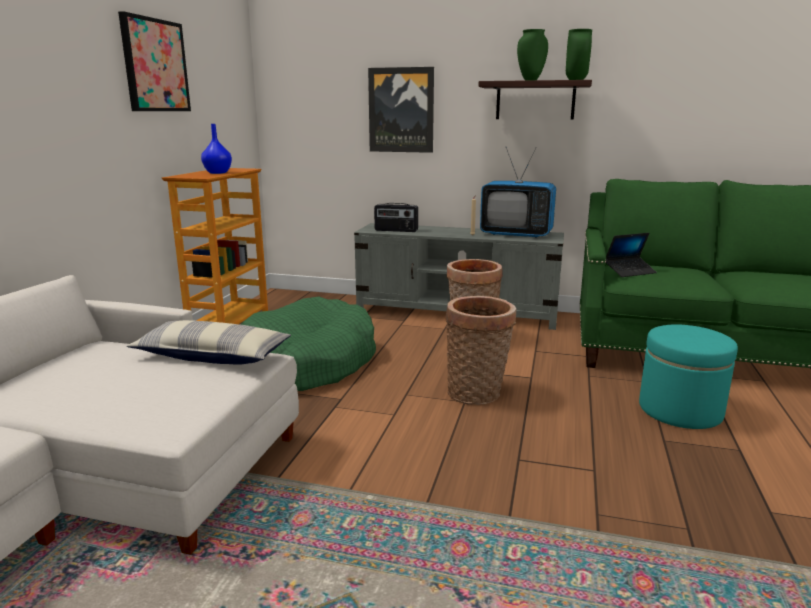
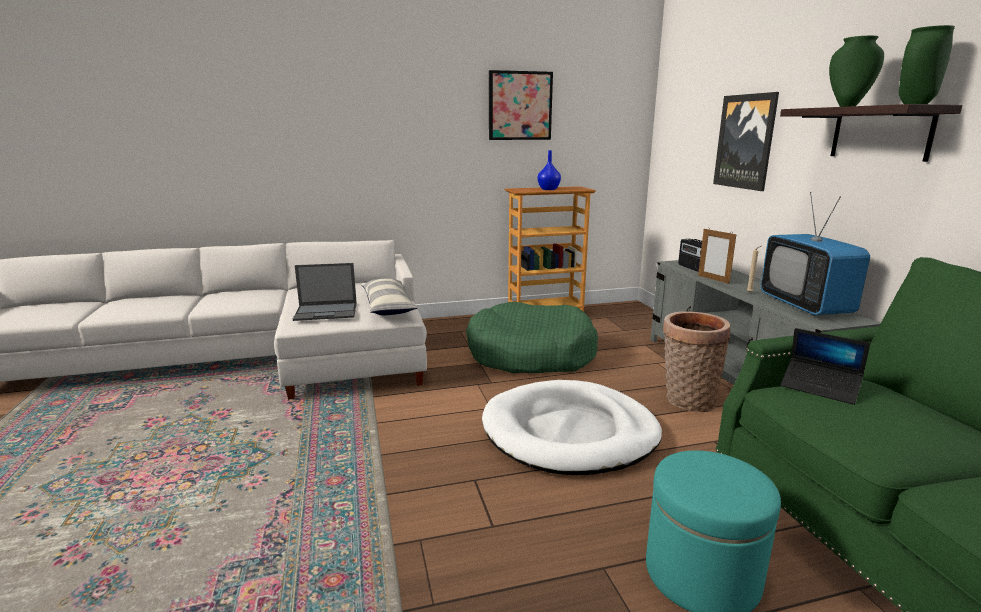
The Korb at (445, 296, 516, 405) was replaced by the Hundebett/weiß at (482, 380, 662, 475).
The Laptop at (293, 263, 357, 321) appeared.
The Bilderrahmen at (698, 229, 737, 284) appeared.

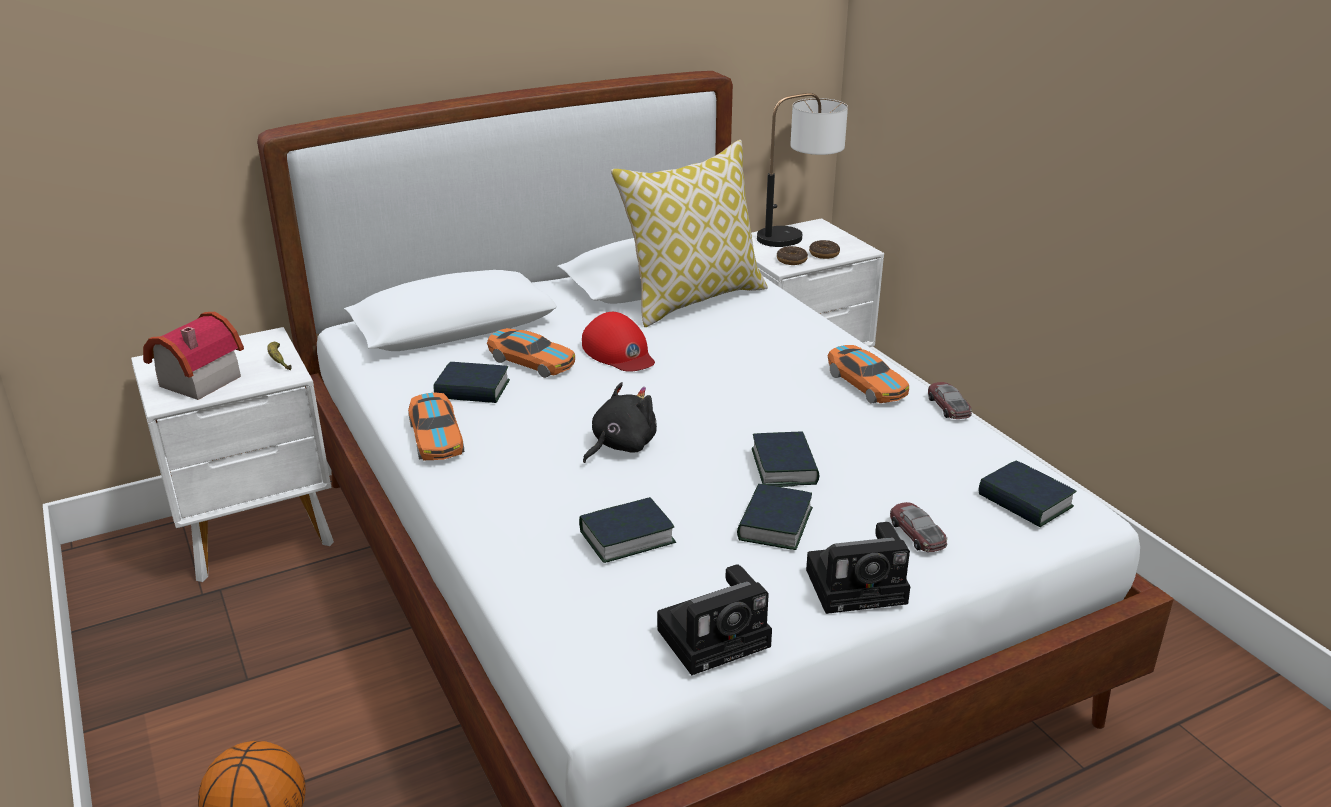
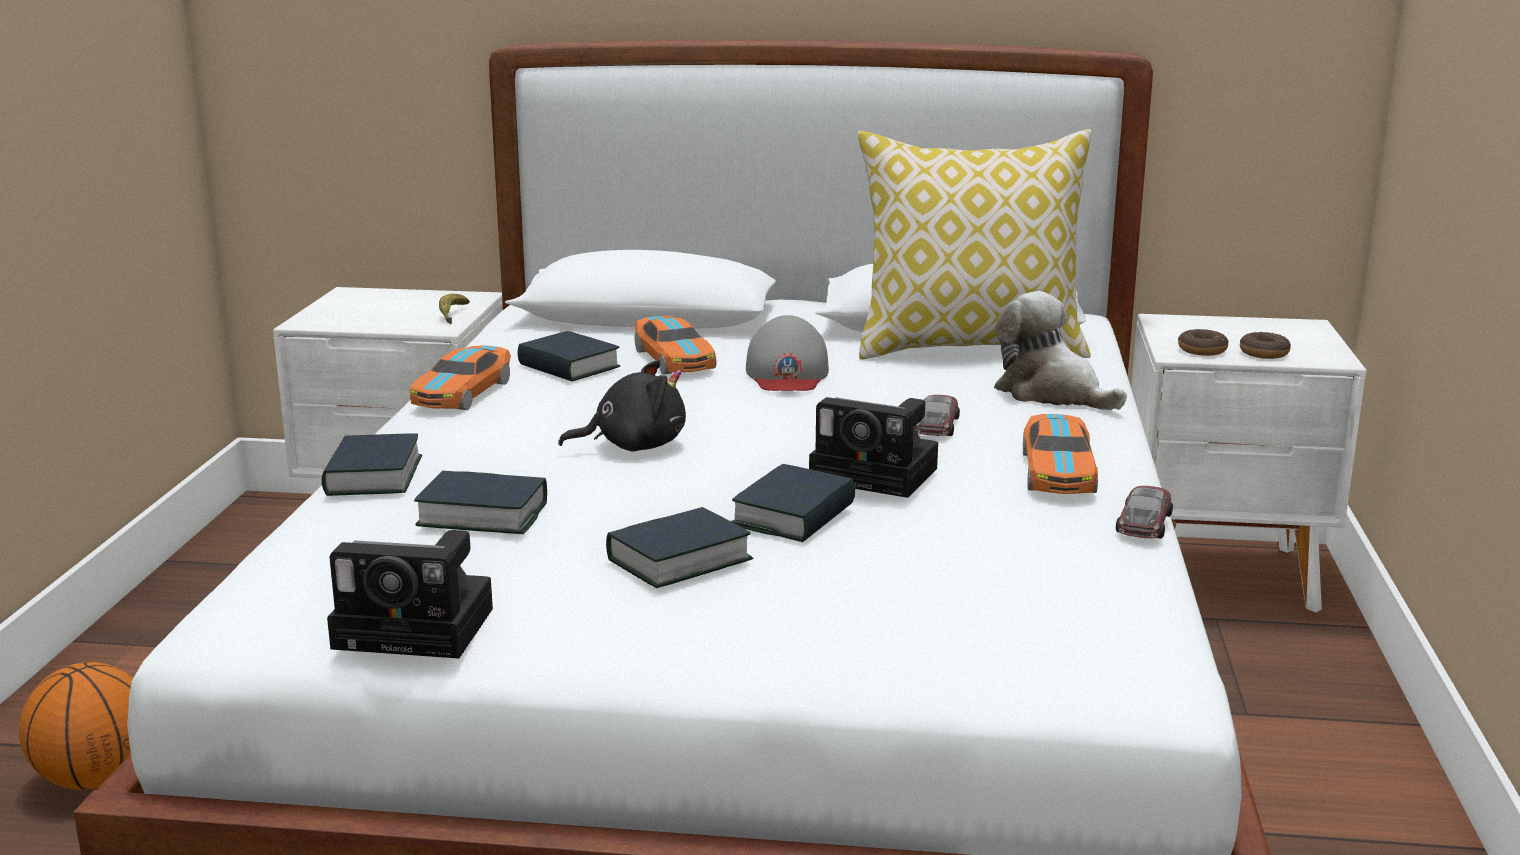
The Spielzeughaus at (143, 312, 244, 400) disappeared.
The Kappe/rot at (582, 312, 655, 372) became the Kappe/grau at (746, 315, 829, 391).
The Tischlampe at (757, 93, 848, 247) disappeared.
The Kamera moved from (806, 522, 910, 614) to (809, 397, 938, 498).
The Spielzeugauto moved from (890, 502, 948, 552) to (915, 395, 960, 436).
The Buch moved from (979, 461, 1077, 527) to (322, 434, 422, 496).
The Plüschtier at (994, 291, 1127, 410) appeared.

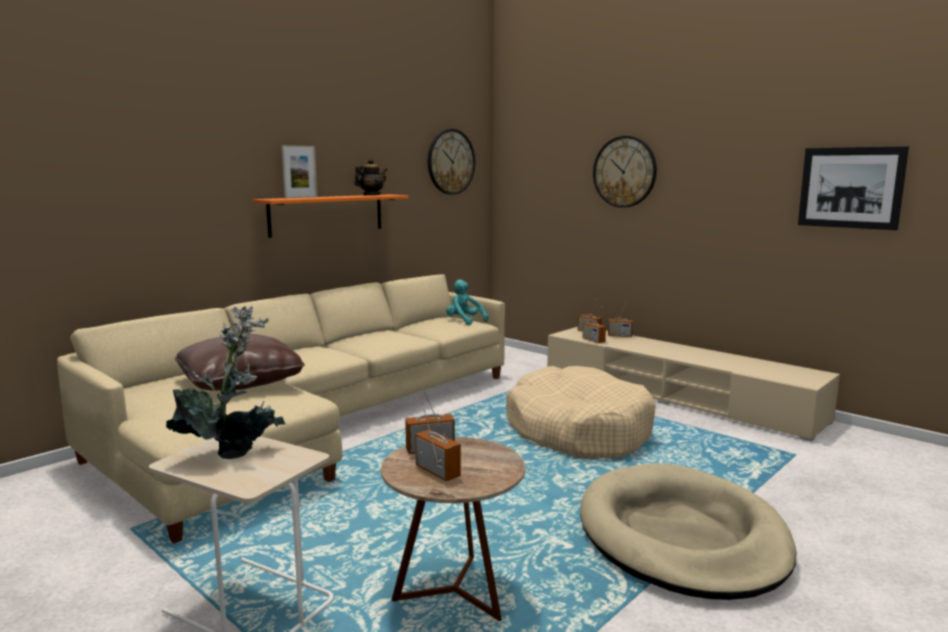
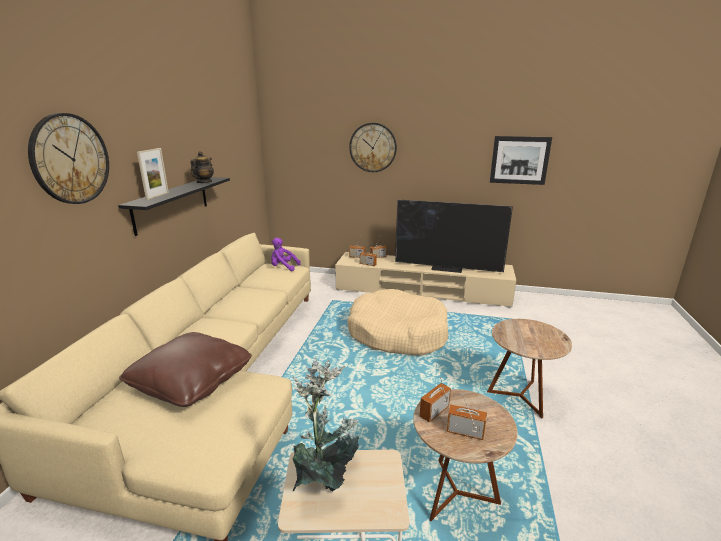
The Wandregal/orange at (253, 195, 409, 238) became the Wandregal/schwarz at (118, 177, 230, 236).
The Wanduhr moved from (428, 129, 475, 195) to (28, 113, 109, 204).
The Plüschtier/türkis at (446, 279, 489, 325) became the Plüschtier/lila at (271, 238, 301, 271).
The Hundebett/beige at (580, 463, 796, 600) was replaced by the Beistelltisch/braun at (487, 319, 572, 419).
The Fernseher at (395, 199, 513, 273) appeared.

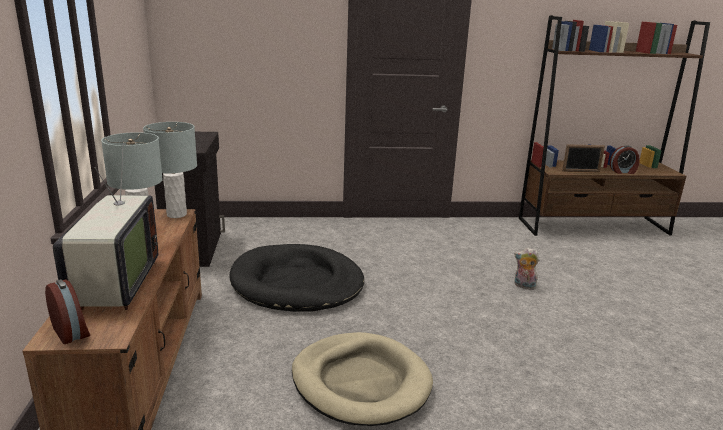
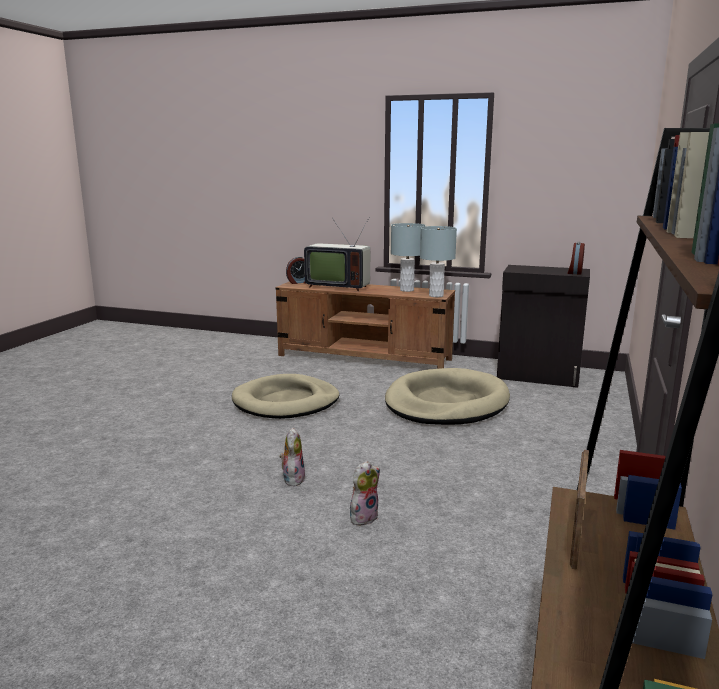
The Hundebett/schwarz at (229, 244, 364, 312) became the Hundebett/beige at (385, 368, 510, 425).
The Wecker moved from (610, 145, 640, 174) to (567, 242, 585, 275).
The Plüschtier at (279, 428, 305, 487) appeared.

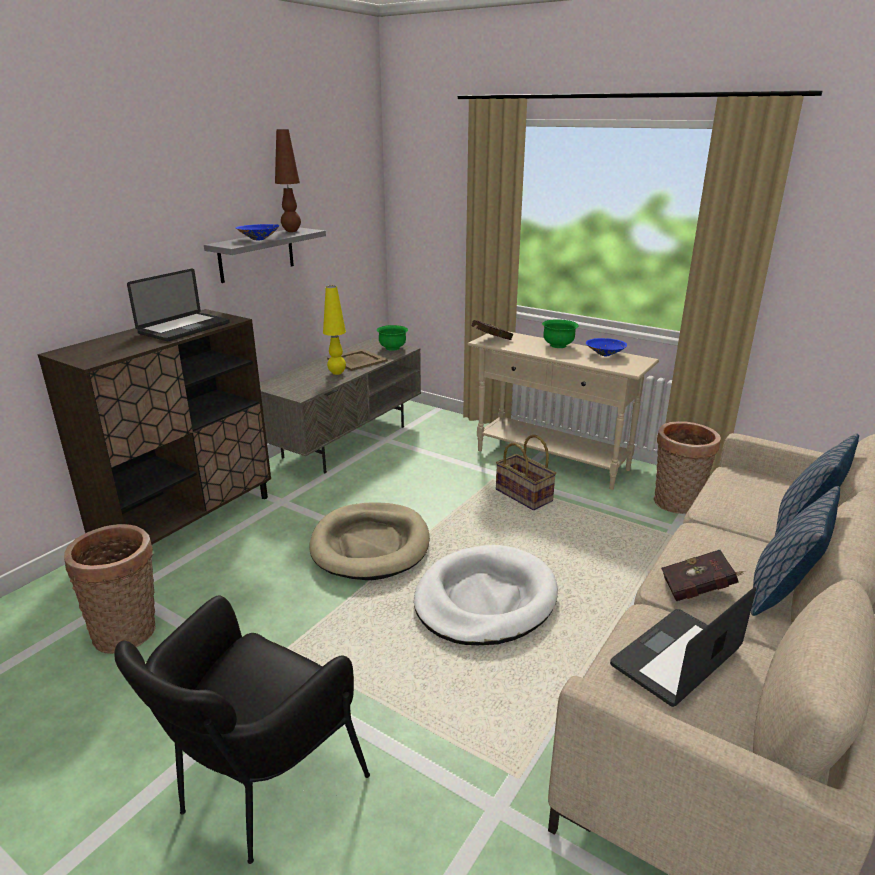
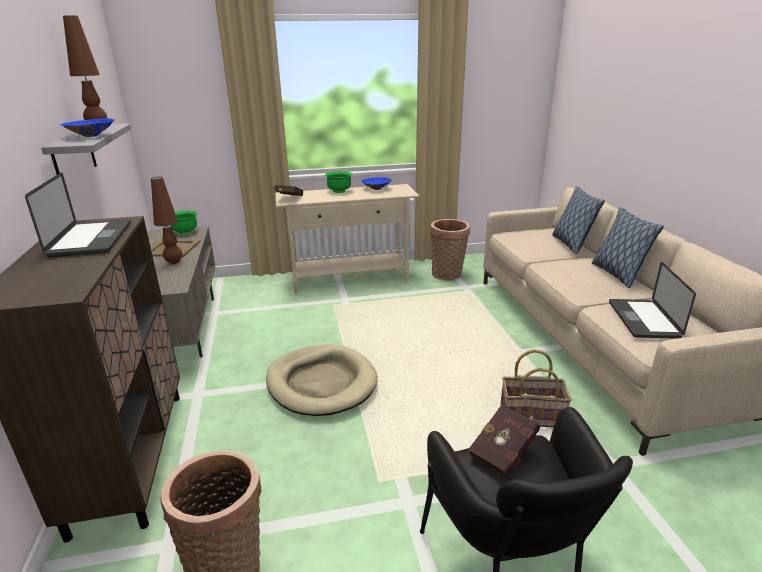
The Tischlampe/gelb at (323, 286, 346, 375) became the Tischlampe/braun at (151, 177, 182, 264).
The Hundebett/weiß at (414, 545, 558, 645) disappeared.
The Korb moved from (496, 435, 556, 510) to (500, 349, 572, 427).
The Buch/rot moved from (661, 550, 745, 601) to (468, 405, 540, 478).

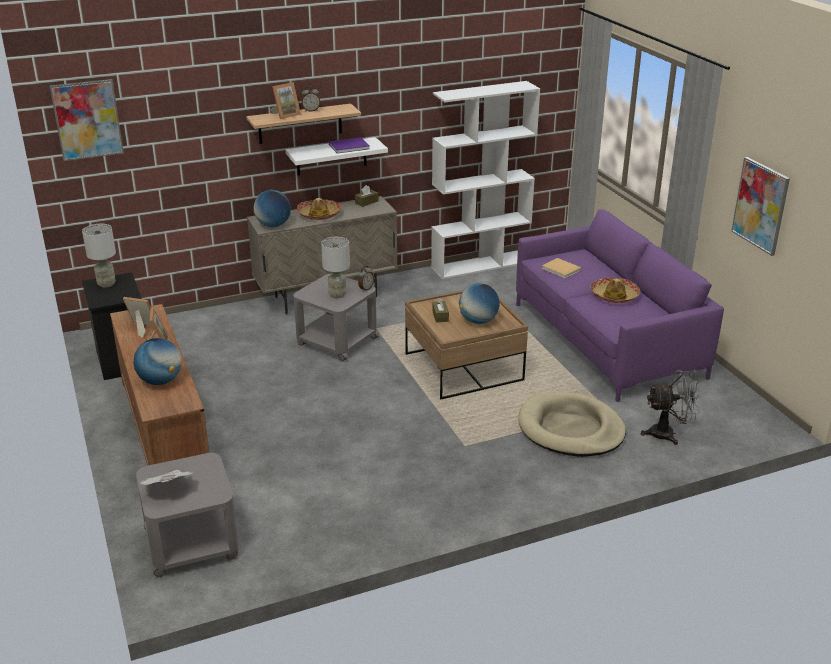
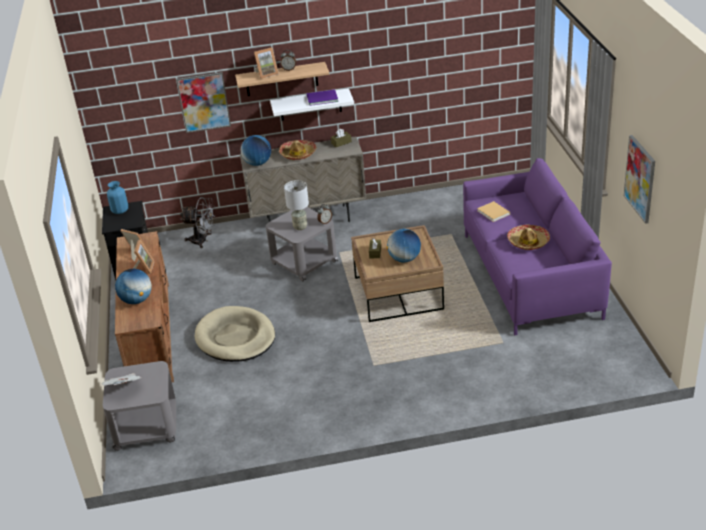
The Bild moved from (50, 79, 124, 161) to (176, 72, 231, 133).
The Tischlampe/grau at (82, 224, 116, 288) was replaced by the Vase/blau at (107, 181, 128, 214).
The Bücherregal/weiß at (431, 81, 540, 279) disappeared.
The Hundebett/beige moved from (518, 392, 626, 457) to (195, 306, 275, 362).
The Ventilator/grau moved from (641, 370, 701, 445) to (180, 197, 216, 248).

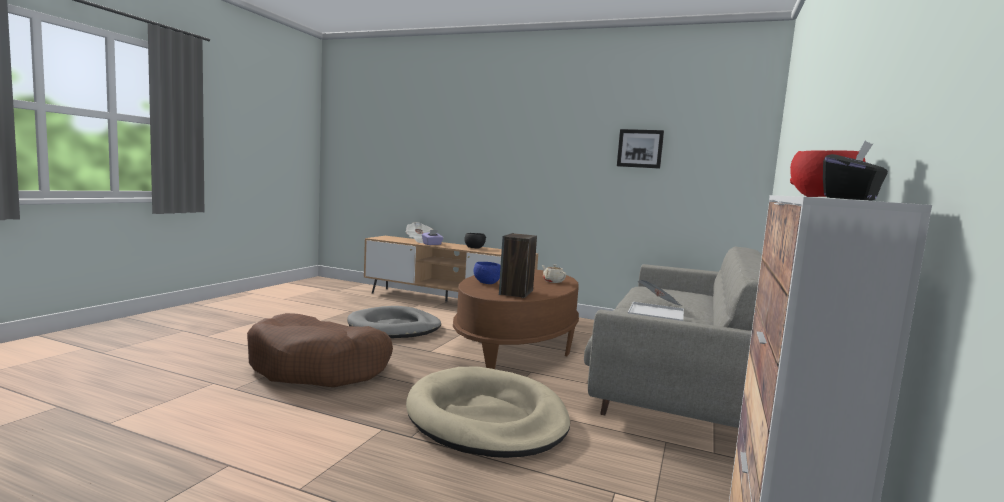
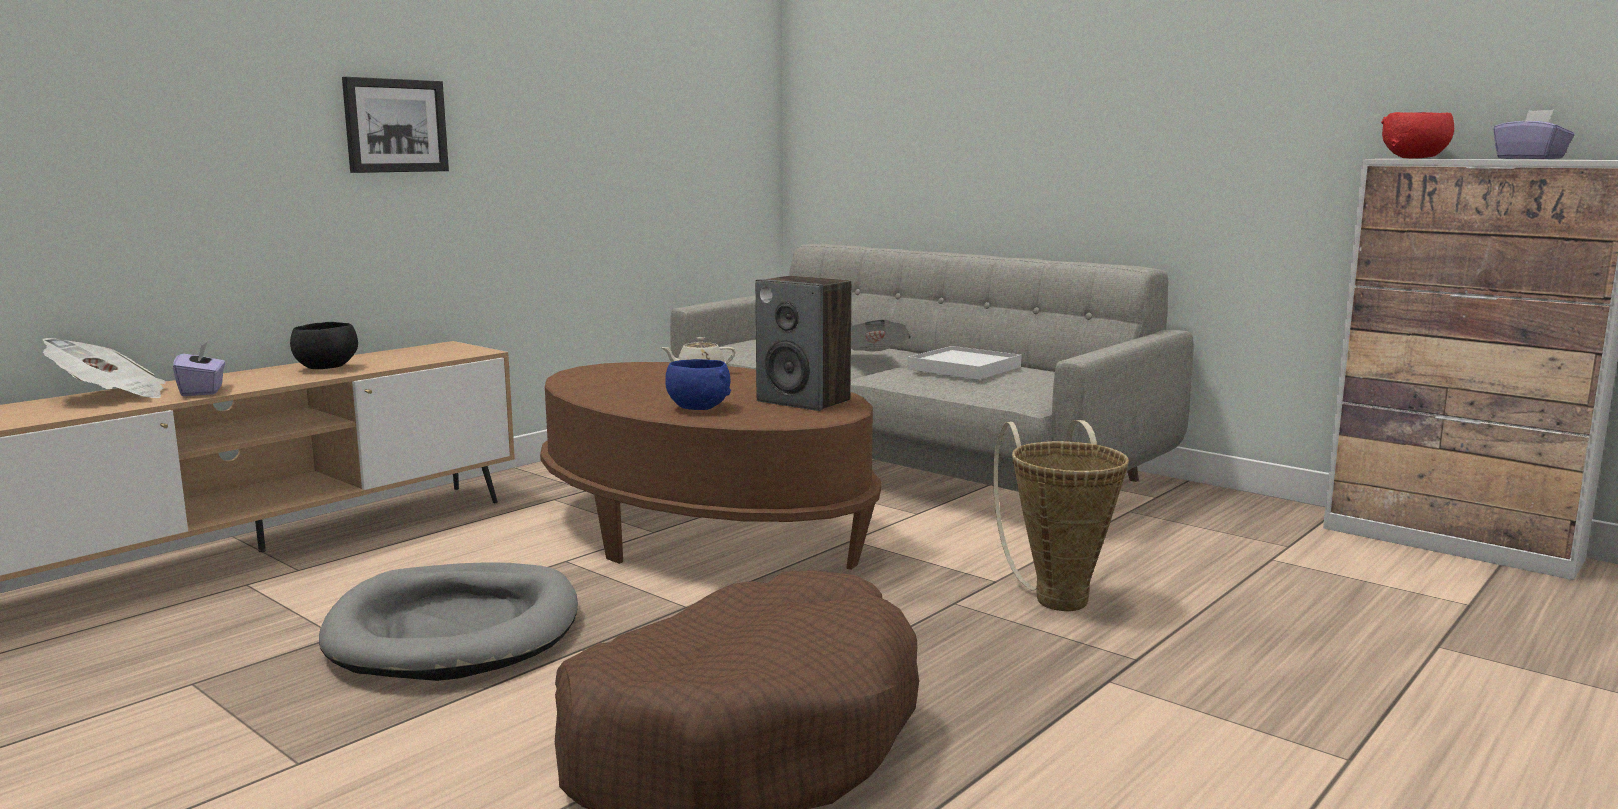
The Hundebett/beige at (406, 367, 570, 458) was replaced by the Korb at (993, 420, 1129, 611).
The Bild moved from (617, 129, 664, 169) to (342, 77, 449, 173).
The Taschentuchbox/schwarz at (823, 140, 888, 201) became the Taschentuchbox/lila at (1494, 109, 1575, 159).

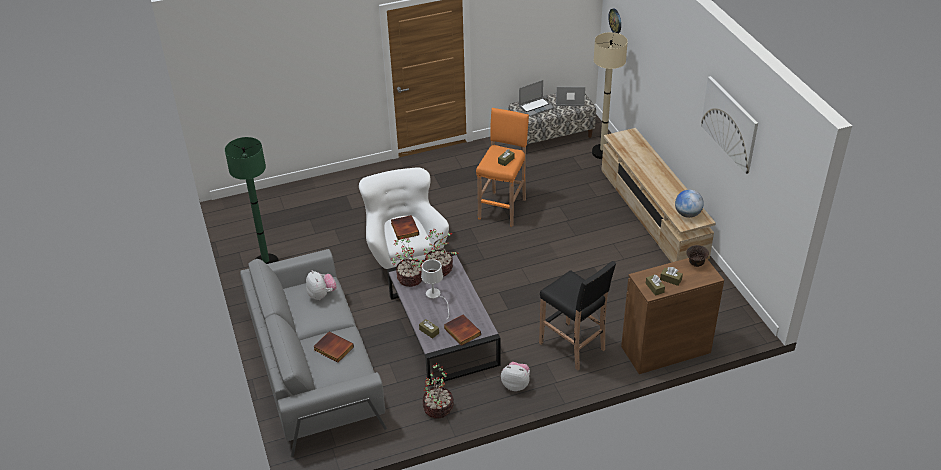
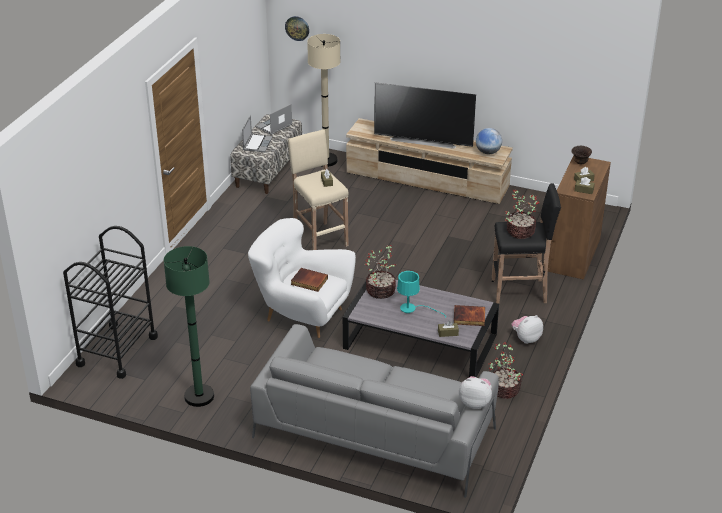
The Plüschtier moved from (306, 270, 337, 300) to (459, 376, 492, 409).
The Buch at (313, 331, 354, 363) disappeared.
The Topfpflanze moved from (391, 237, 423, 287) to (505, 189, 540, 239).
The Tischlampe/weiß at (421, 259, 449, 319) became the Tischlampe/türkis at (397, 271, 446, 318).
The Hocker/orange at (476, 108, 529, 227) became the Hocker/beige at (288, 129, 349, 250).
The Bild at (701, 76, 758, 174) disappeared.
The Rollwagen/schwarz at (63, 226, 158, 379) appeared.
The Fernseher at (374, 82, 476, 149) appeared.

